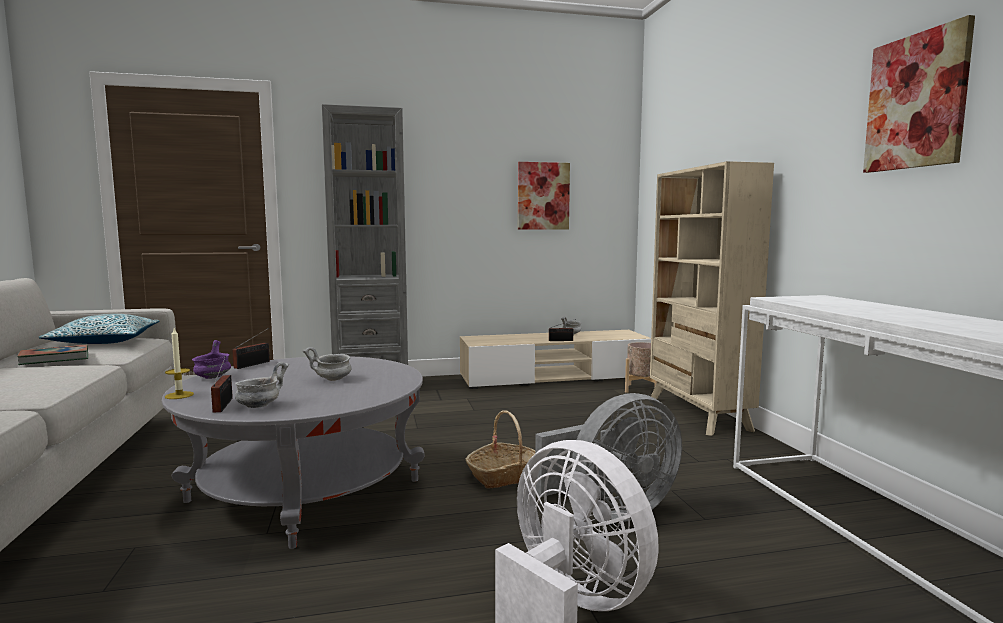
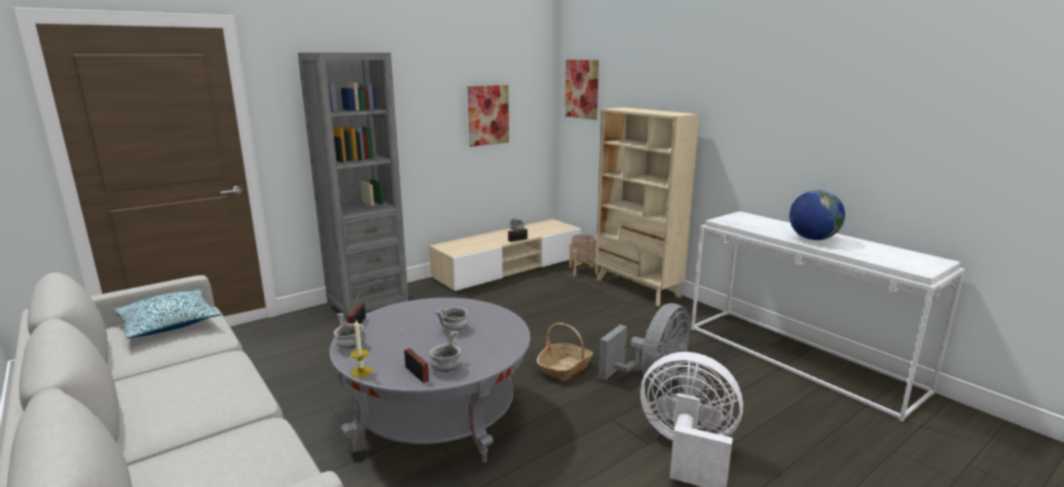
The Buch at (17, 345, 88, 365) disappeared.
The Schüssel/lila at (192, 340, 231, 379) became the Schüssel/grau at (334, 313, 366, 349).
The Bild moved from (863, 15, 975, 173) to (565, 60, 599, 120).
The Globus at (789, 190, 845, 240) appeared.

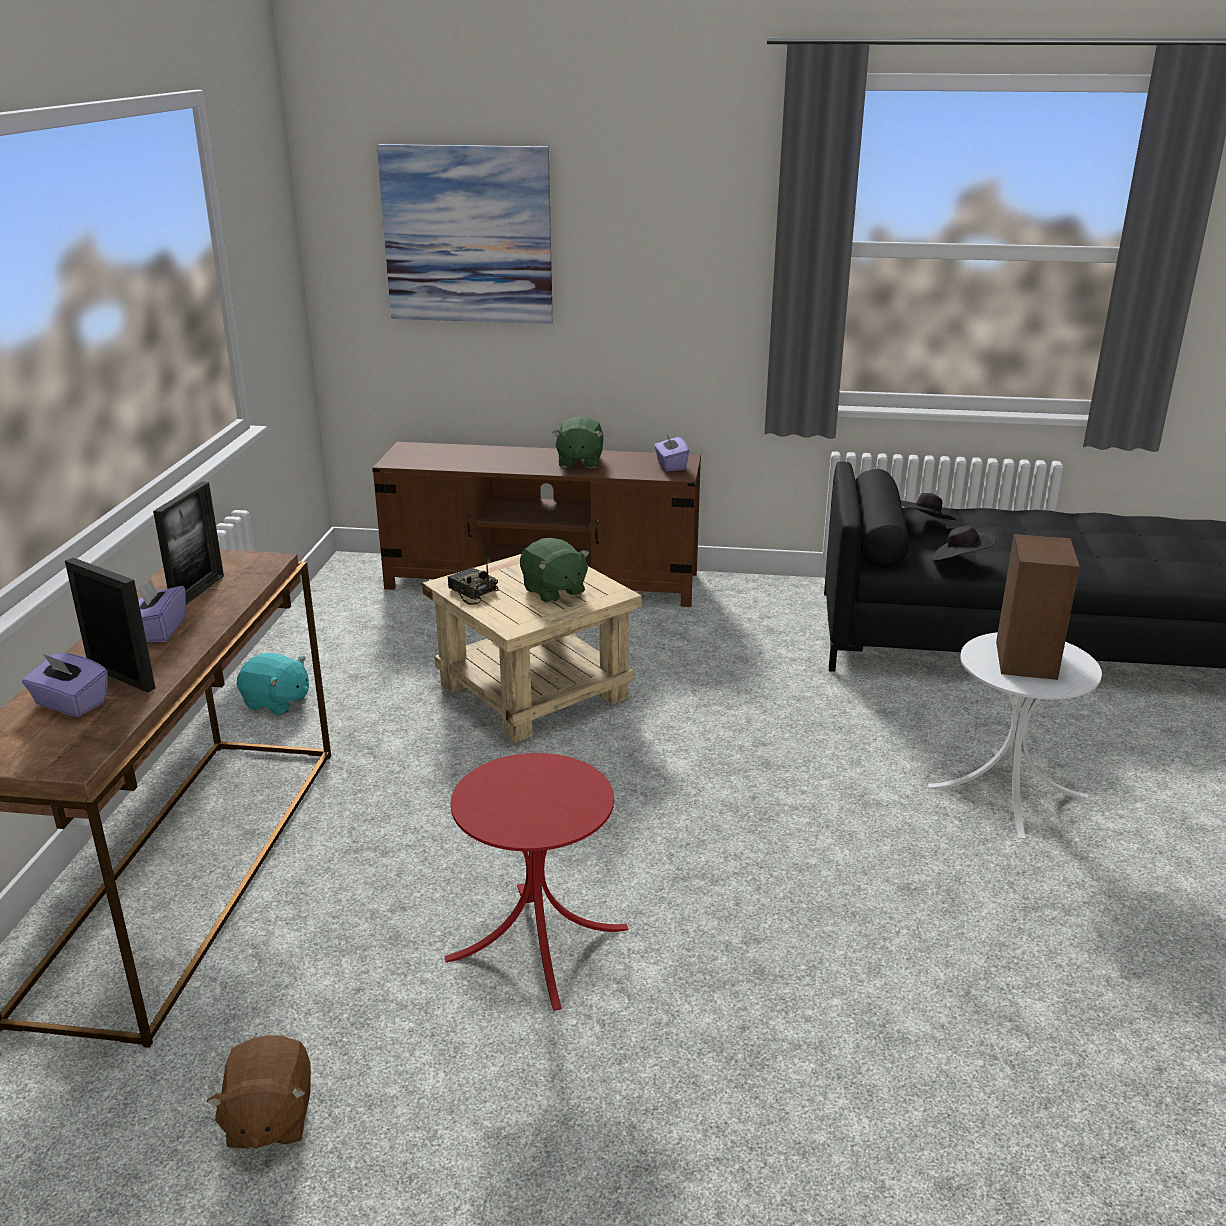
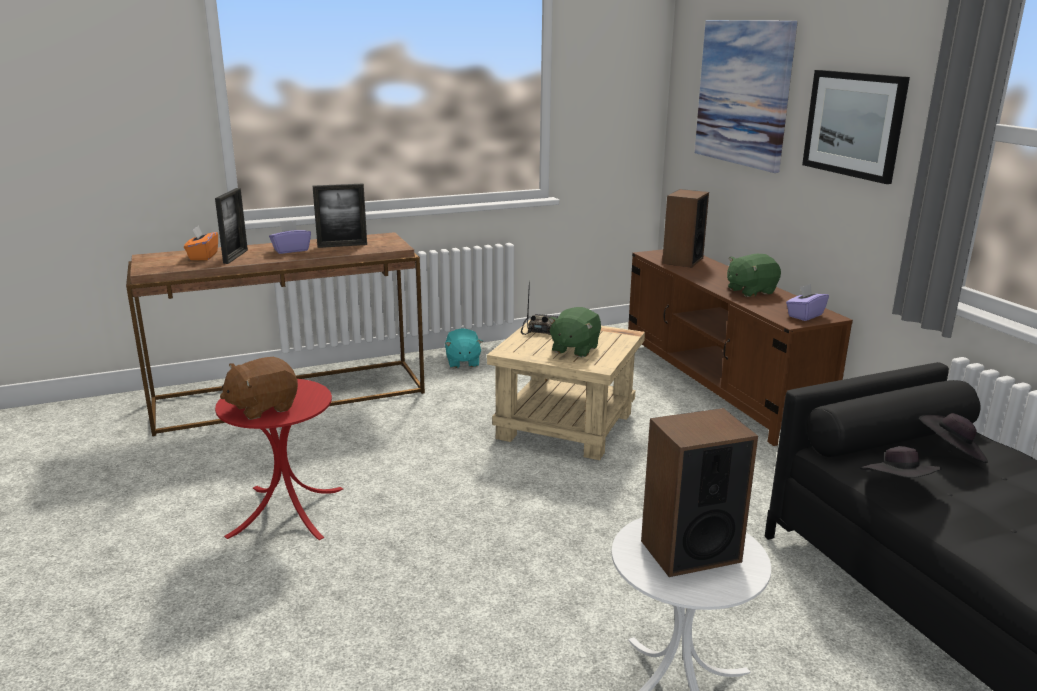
The Taschentuchbox/lila at (22, 653, 108, 717) became the Taschentuchbox/orange at (184, 225, 218, 260).
The Plüschtier/braun moved from (207, 1035, 311, 1149) to (220, 357, 298, 420).
The Lautsprecher at (662, 189, 709, 268) appeared.
The Bild at (802, 70, 910, 184) appeared.

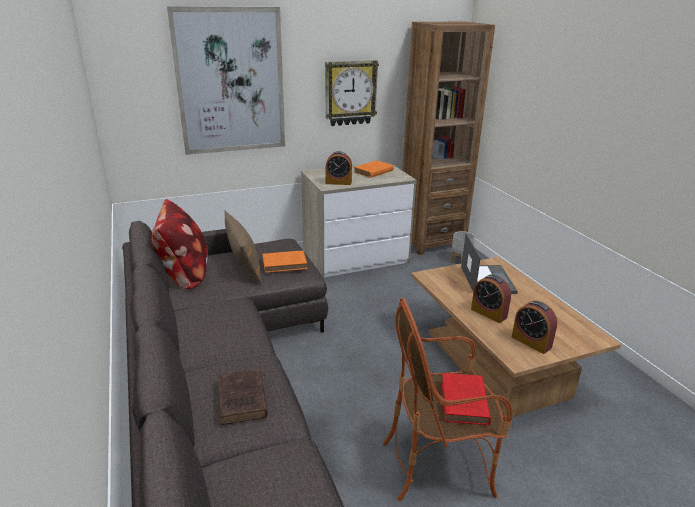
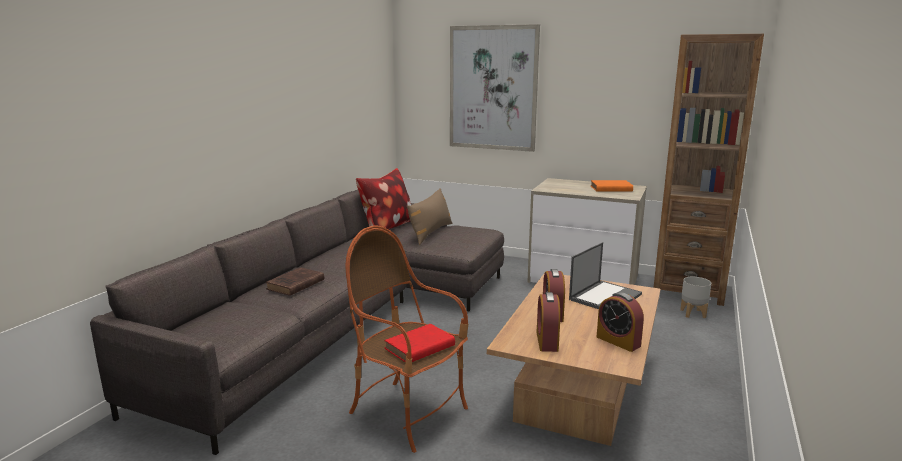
The Buch/orange at (263, 250, 307, 273) disappeared.
The Wanduhr at (325, 60, 379, 126) disappeared.
The Wecker moved from (326, 151, 352, 185) to (596, 292, 644, 352).

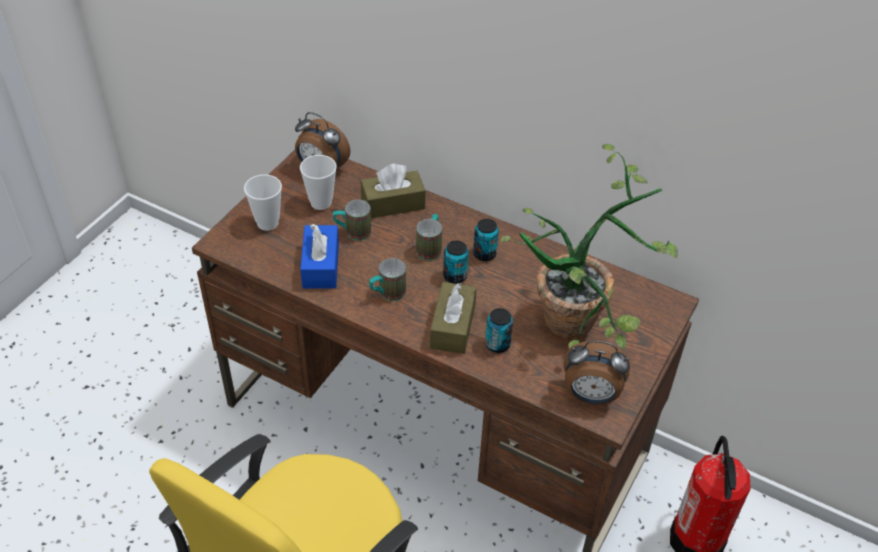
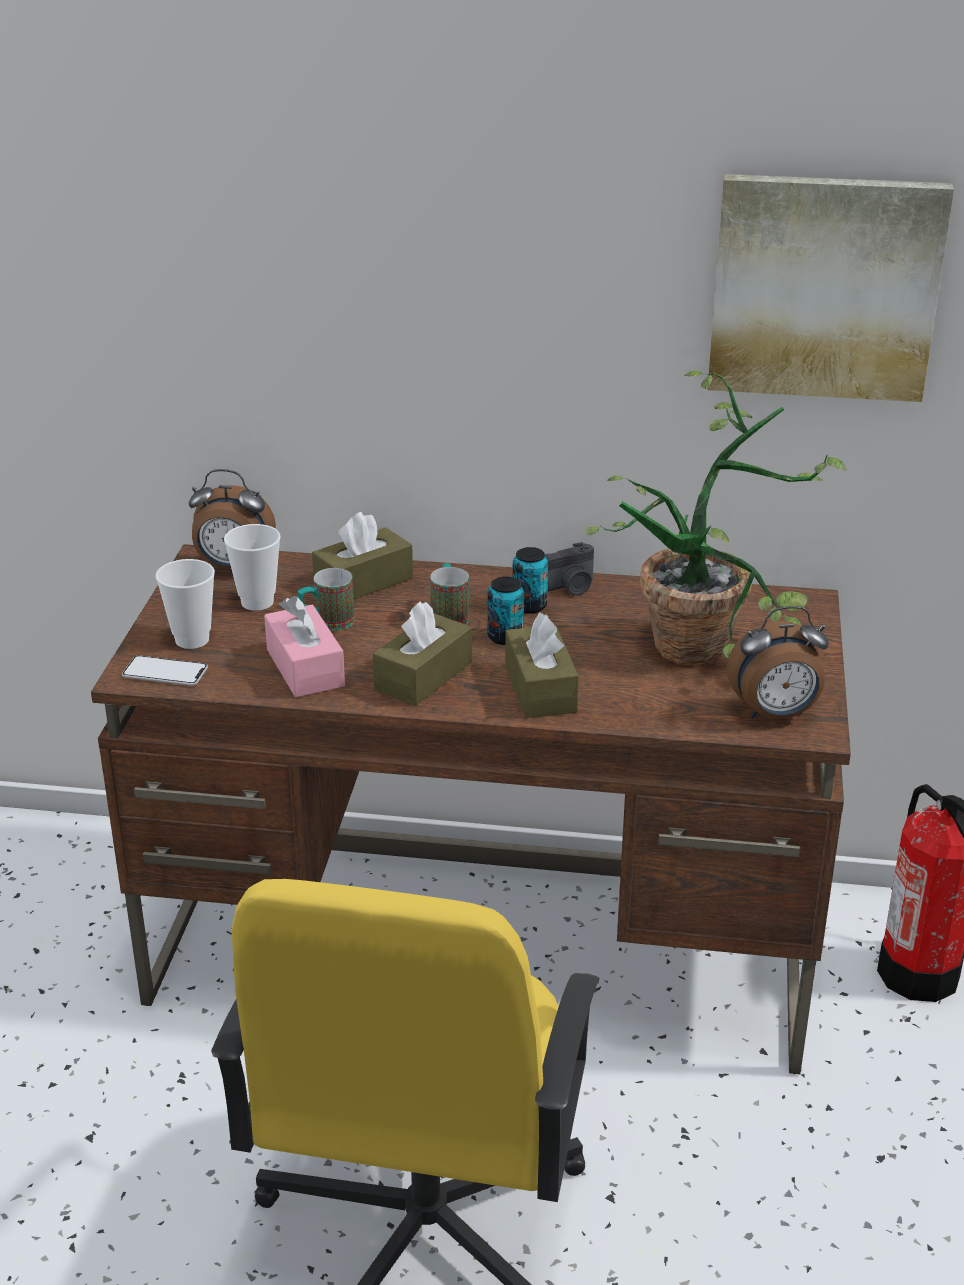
The Taschentuchbox/blau at (300, 224, 339, 288) became the Taschentuchbox/rosa at (264, 596, 345, 697).
The Henkelbecher at (369, 258, 406, 301) was replaced by the Taschentuchbox/braun at (373, 601, 472, 706).
The Dose at (485, 308, 513, 353) disappeared.
The Handy at (122, 656, 208, 686) appeared.
The Kamera at (545, 542, 594, 596) appeared.
The Bild at (708, 174, 954, 402) appeared.

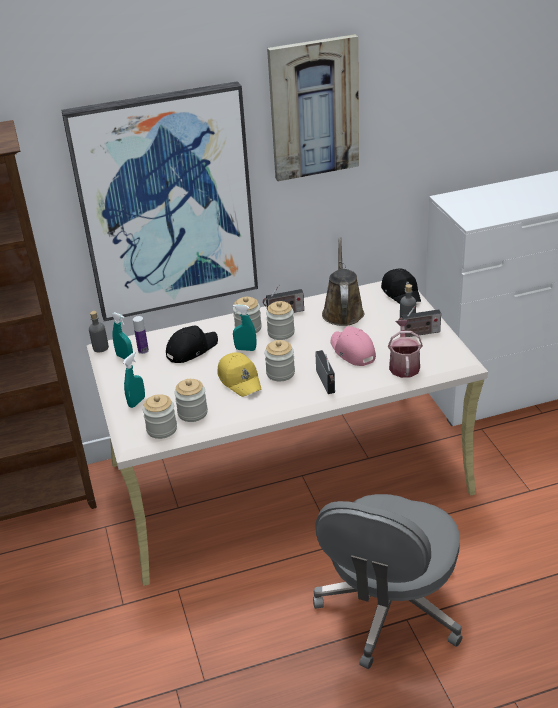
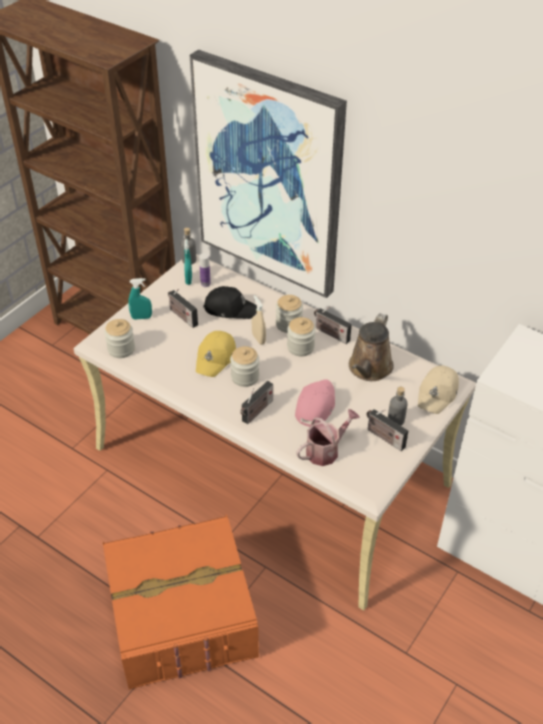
The Vorratsglas at (174, 379, 208, 422) disappeared.
The Sprühflasche/türkis at (233, 304, 257, 351) became the Sprühflasche/beige at (252, 295, 266, 345).
The Bild at (267, 34, 359, 181) disappeared.
The Bürostuhl/grau at (313, 494, 462, 669) was replaced by the Aufbewahrungsbox/orange at (103, 515, 259, 690).
The Gießkanne/braun at (322, 237, 364, 326) turned 150 degrees clockwise.
The Kappe/schwarz at (381, 269, 421, 304) became the Kappe/beige at (418, 365, 459, 414).
The Radio at (168, 289, 198, 328) appeared.

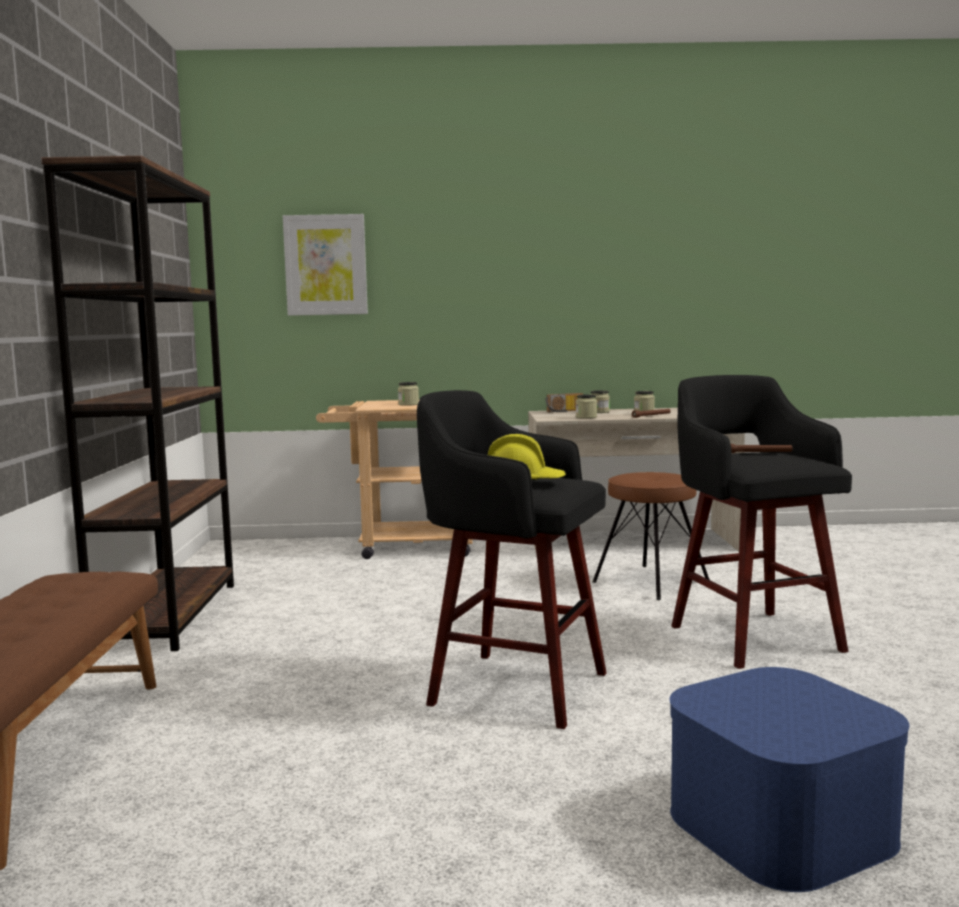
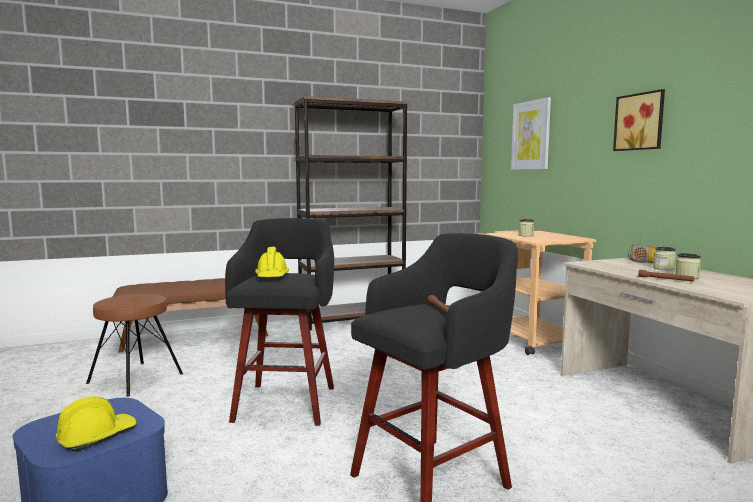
The Vorratsglas at (576, 394, 597, 419) disappeared.
The Hocker/braun moved from (592, 472, 710, 600) to (86, 294, 183, 397).
The Schutzhelm/gelb at (56, 396, 137, 452) appeared.
The Bild at (613, 89, 665, 151) appeared.

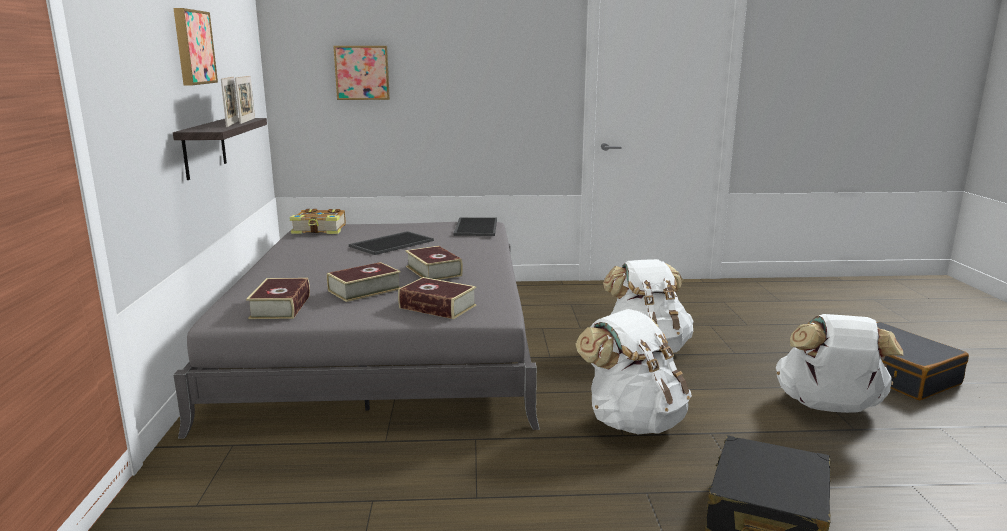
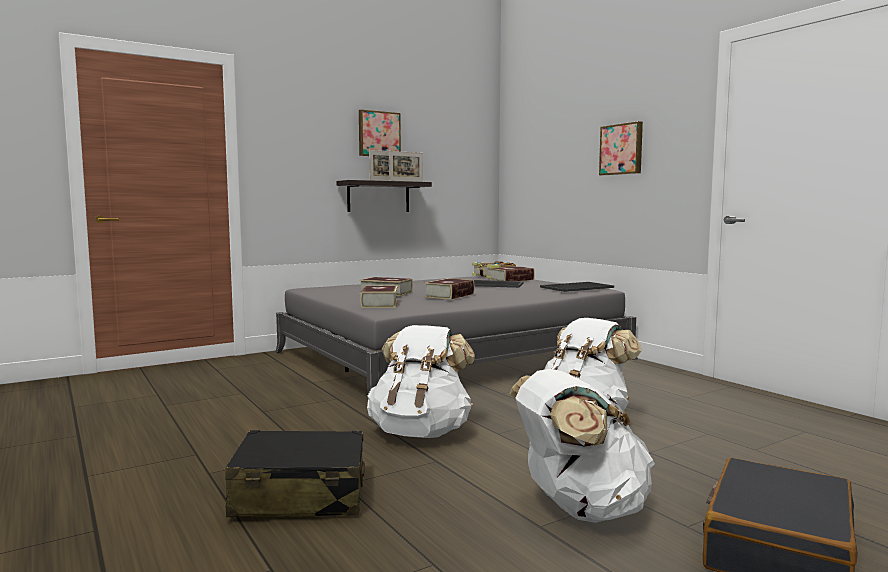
The Buch moved from (246, 278, 310, 319) to (490, 266, 535, 281).
The Bild moved from (333, 46, 390, 100) to (599, 121, 643, 175).

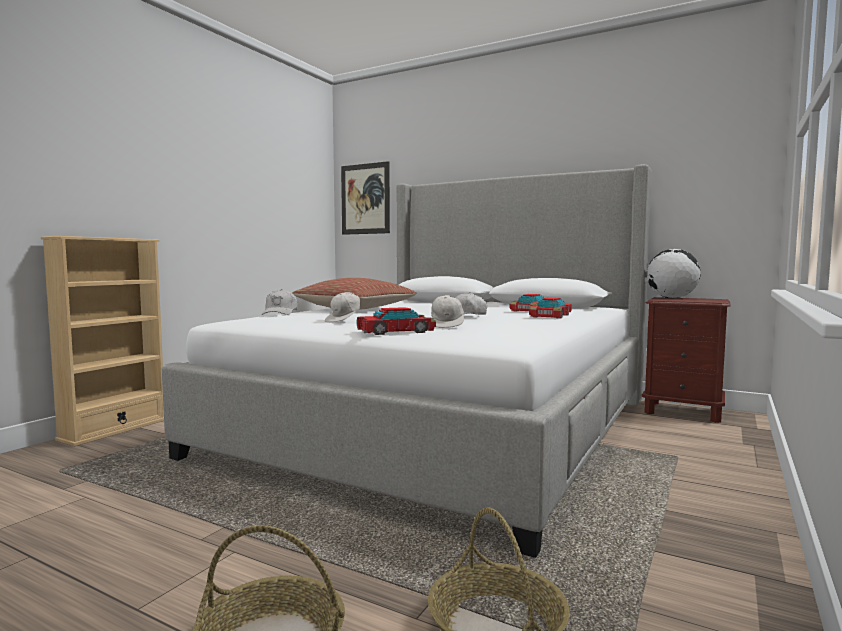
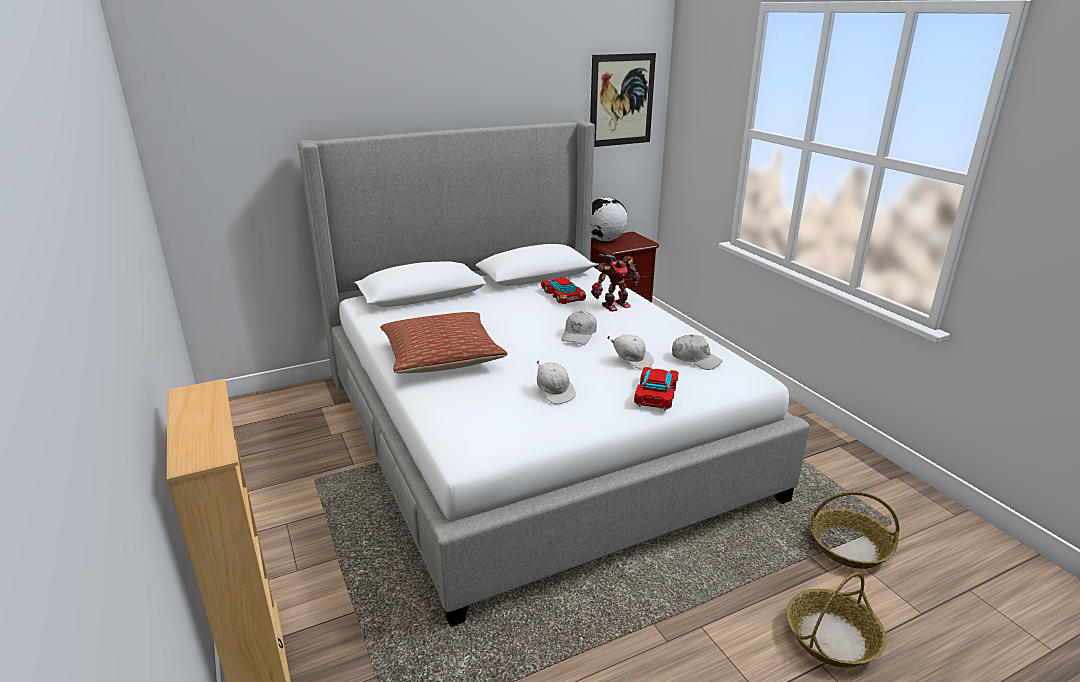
The Kappe/weiß moved from (262, 289, 298, 315) to (672, 334, 722, 370).
The Bild moved from (341, 161, 390, 235) to (590, 53, 656, 147).
The Spielzeugauto at (529, 297, 572, 319) was replaced by the Spielzeugroboter at (591, 254, 640, 312).

